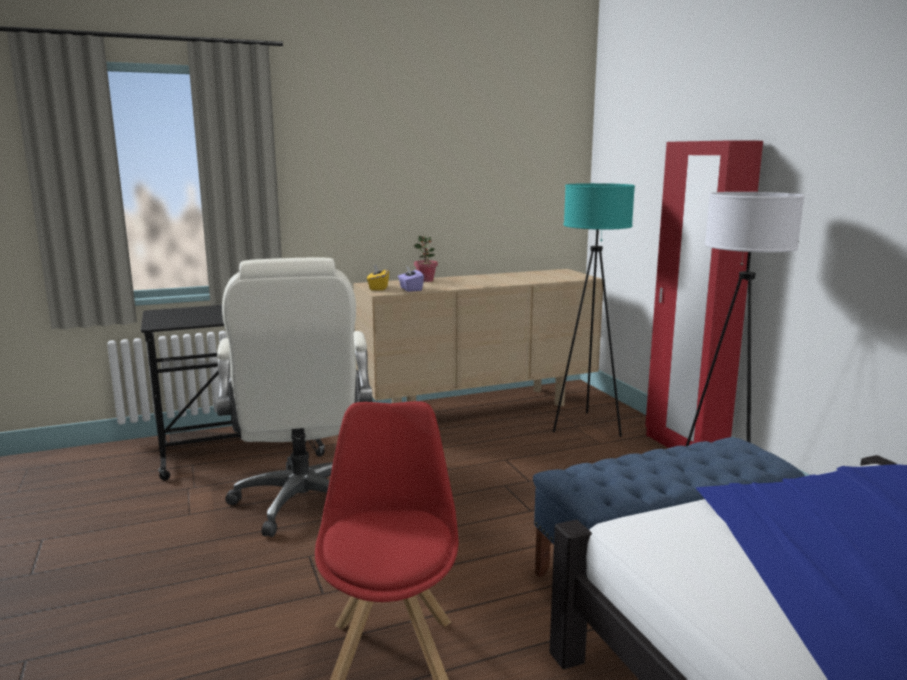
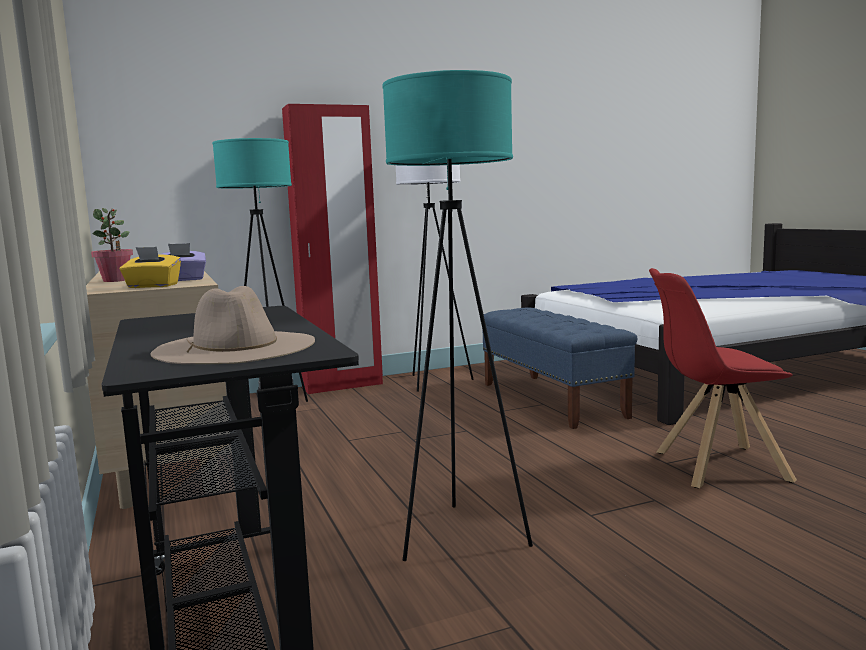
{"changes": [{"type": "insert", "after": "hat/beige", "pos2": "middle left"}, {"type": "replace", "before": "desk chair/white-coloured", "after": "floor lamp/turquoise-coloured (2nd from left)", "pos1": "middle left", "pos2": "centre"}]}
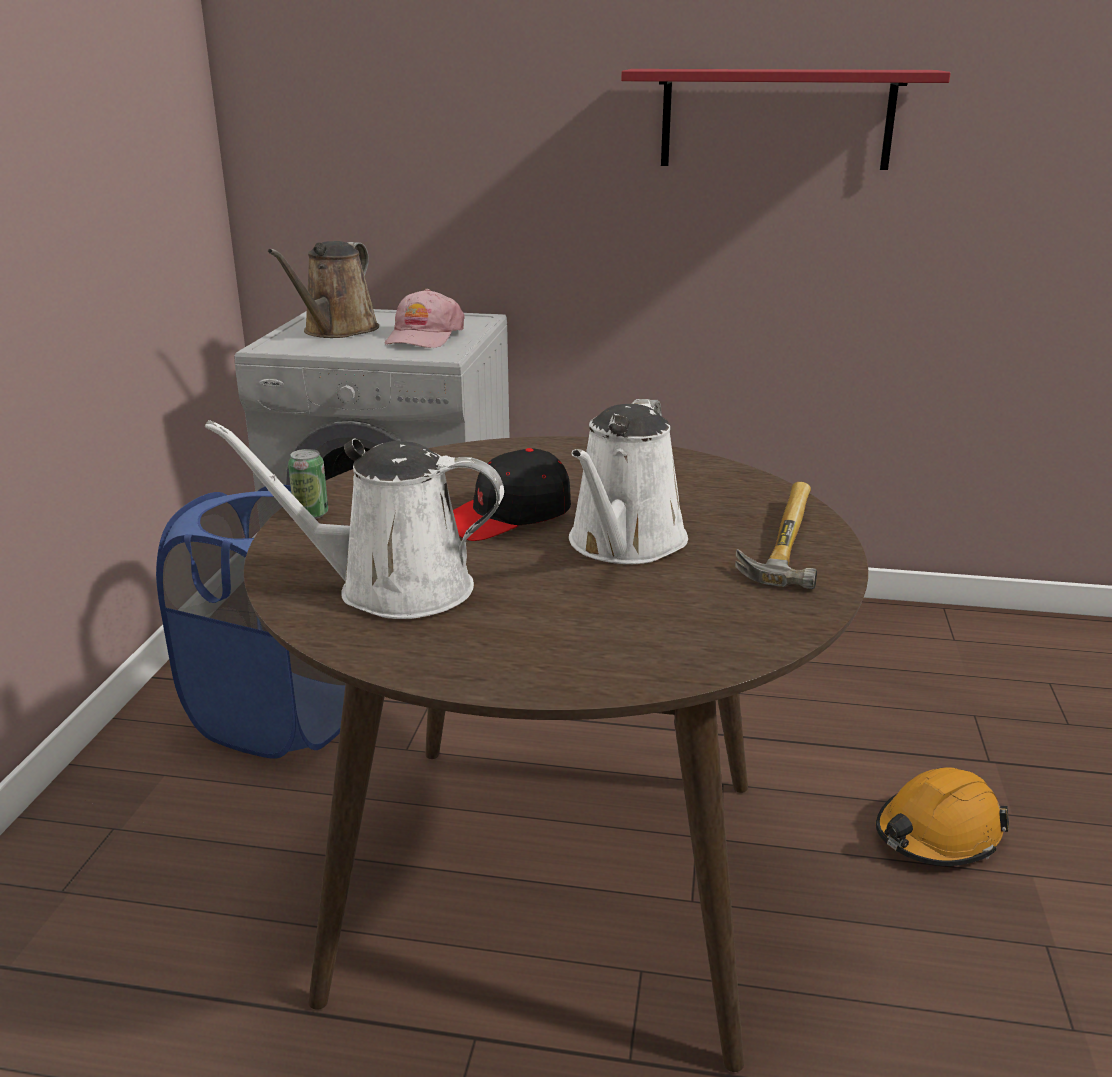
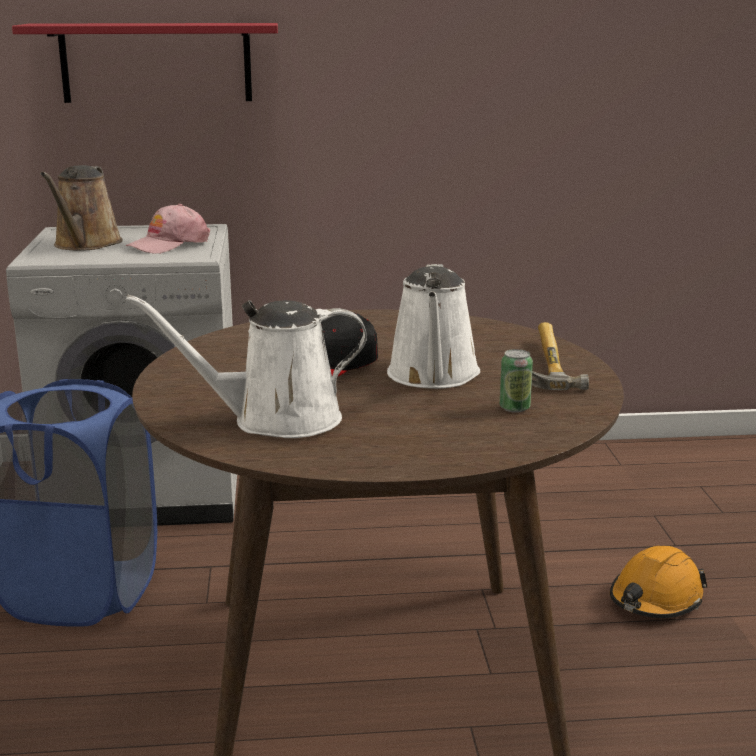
{"changes": [{"type": "move", "before": "metal can", "pos1": "middle left", "pos2": "middle right"}, {"type": "move", "before": "shelf/reddish", "pos1": "top right", "pos2": "top left"}, {"type": "rotate", "before": "baseball cap/pinkish", "pos1": "top centre", "pos2": "top left", "turn": 45}]}
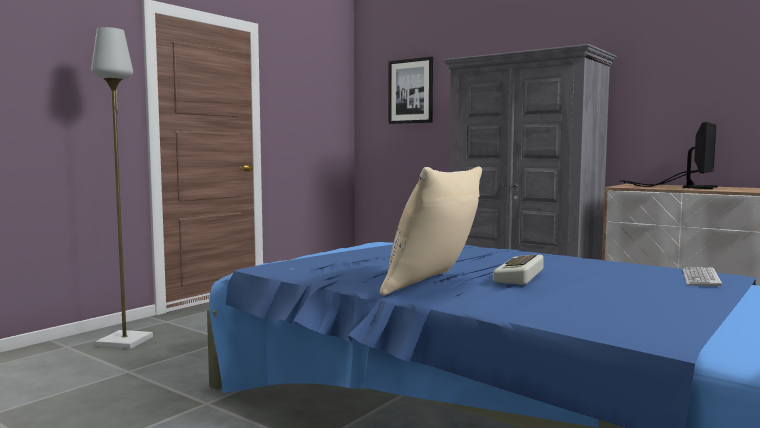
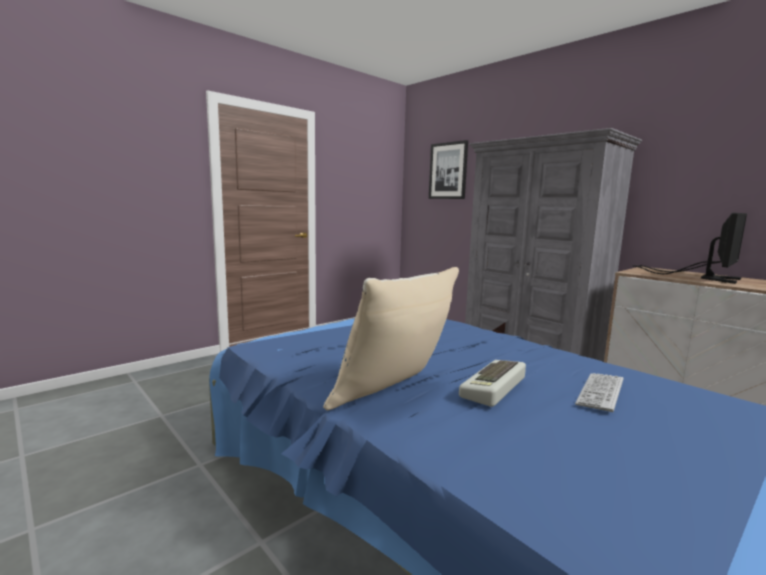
{"changes": [{"type": "delete", "before": "floor lamp/gray", "pos1": "middle left"}, {"type": "move", "before": "computer keyboard (2nd from left)", "pos1": "middle right", "pos2": "bottom right"}]}
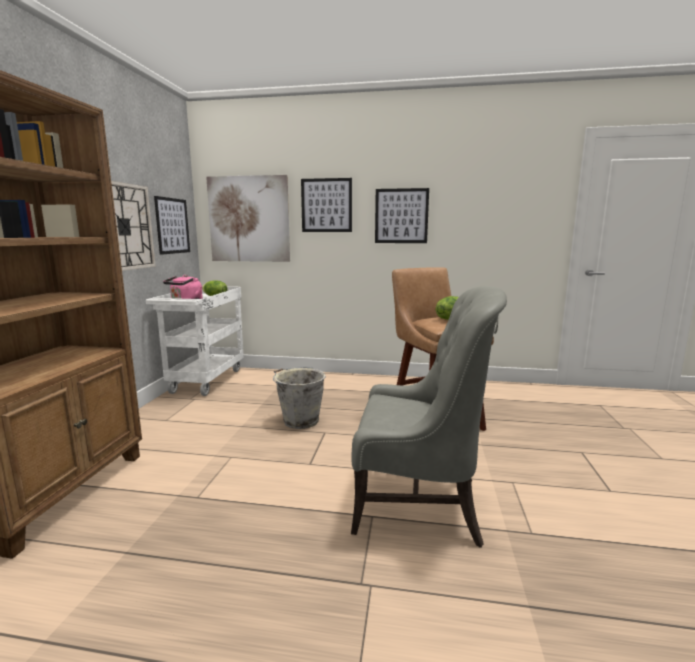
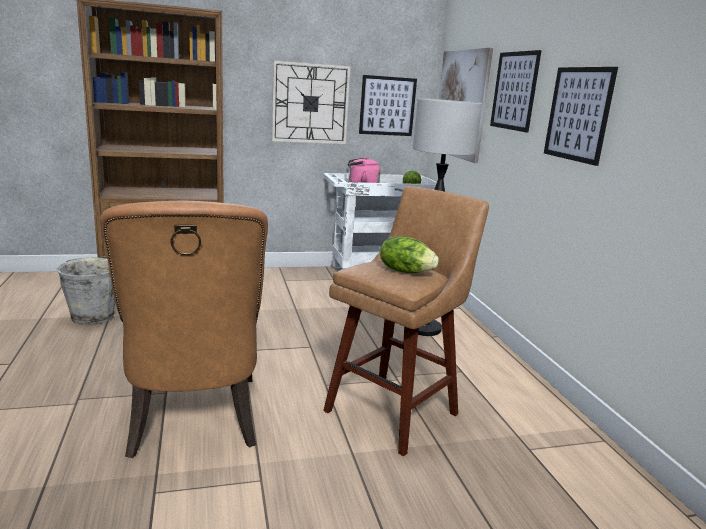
{"changes": [{"type": "insert", "after": "floor lamp", "pos2": "centre"}, {"type": "move", "before": "water bucket/gray", "pos1": "centre", "pos2": "middle left"}, {"type": "recolor", "before": "plain chair/gray", "after": "plain chair/brown-coloured", "pos1": "centre", "pos2": "middle left"}]}
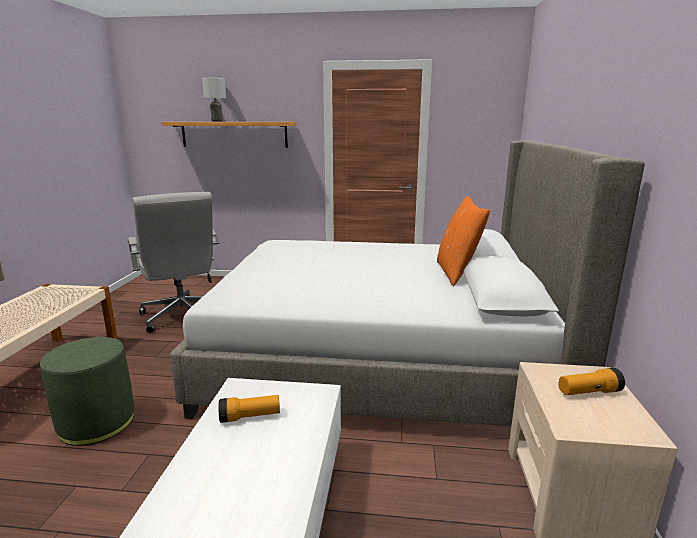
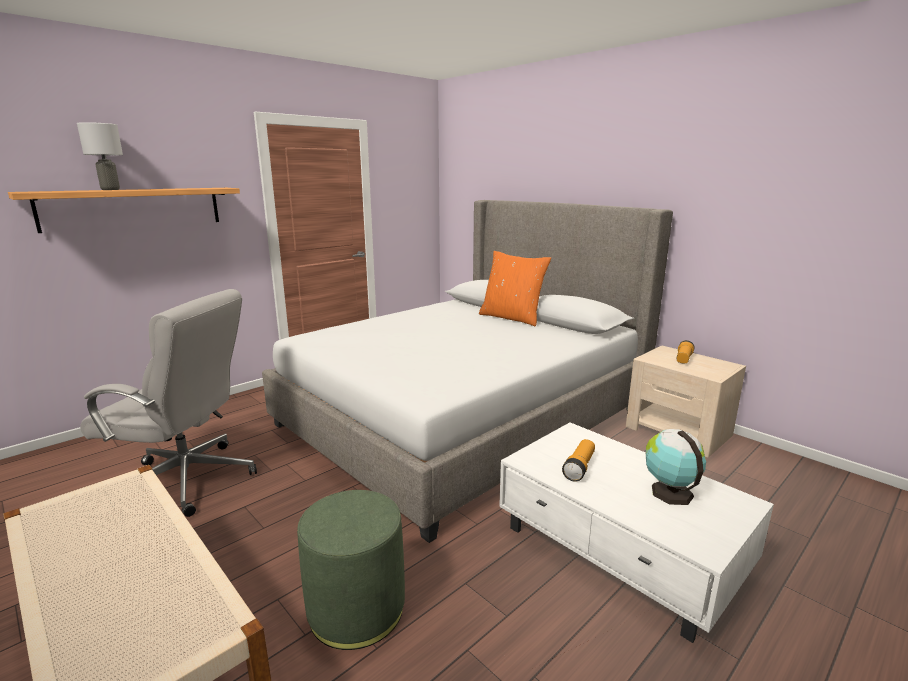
{"changes": [{"type": "insert", "after": "world globe", "pos2": "bottom right"}]}
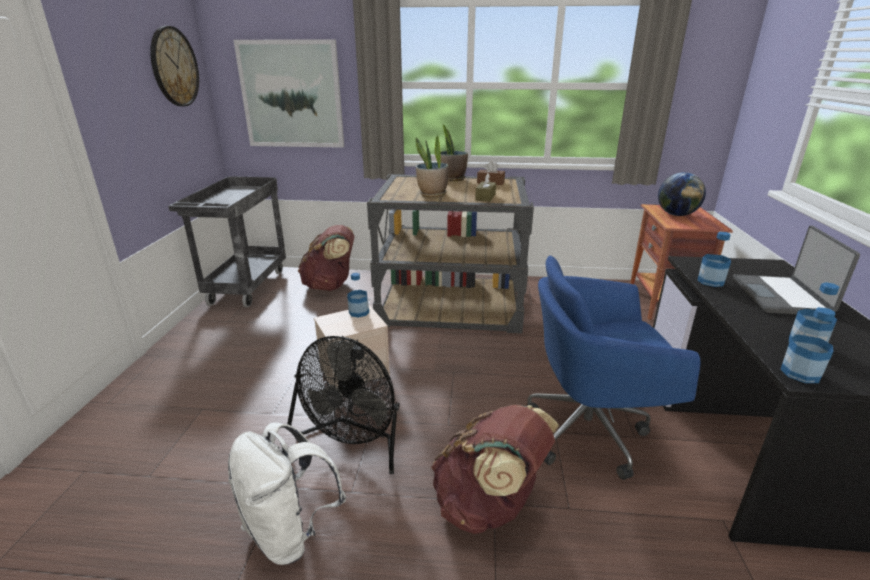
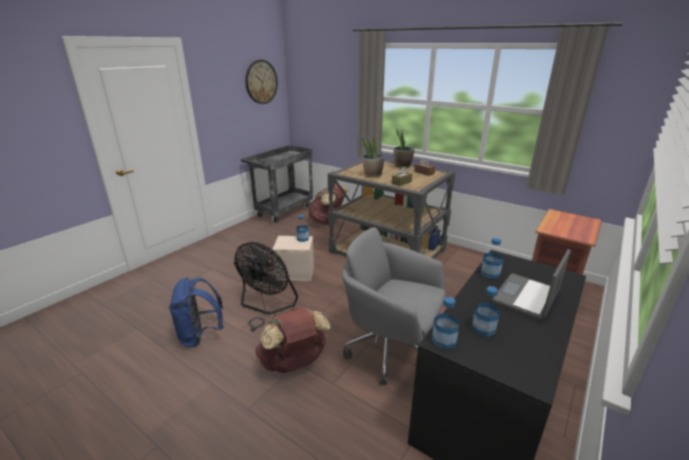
{"changes": [{"type": "delete", "before": "picture", "pos1": "top left"}, {"type": "delete", "before": "world globe", "pos1": "middle right"}, {"type": "recolor", "before": "rucksack/white-coloured", "after": "rucksack/bluish", "pos1": "bottom left", "pos2": "bottom left"}, {"type": "recolor", "before": "desk chair/bluish", "after": "desk chair/gray", "pos1": "middle right", "pos2": "centre"}, {"type": "rotate", "before": "electric fan/blackish", "pos1": "bottom centre", "pos2": "centre", "turn": 150}]}
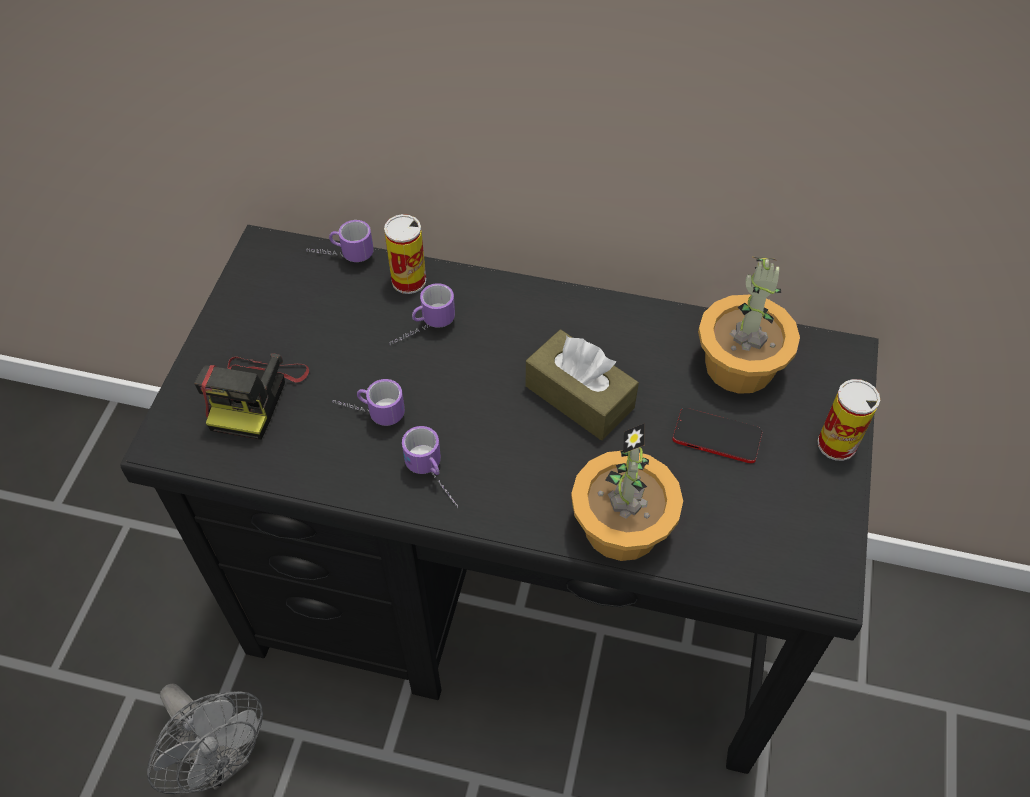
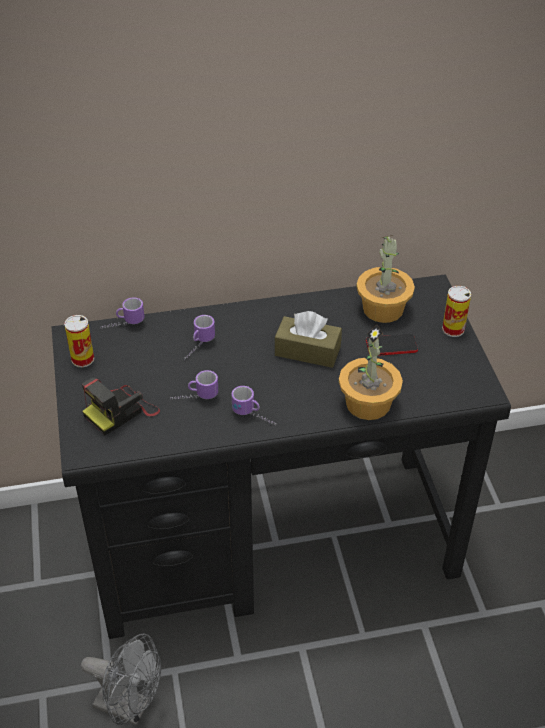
{"changes": [{"type": "move", "before": "metal can (1st from left)", "pos1": "top centre", "pos2": "middle left"}, {"type": "rotate", "before": "still camera", "pos1": "middle left", "pos2": "middle left", "turn": 60}]}
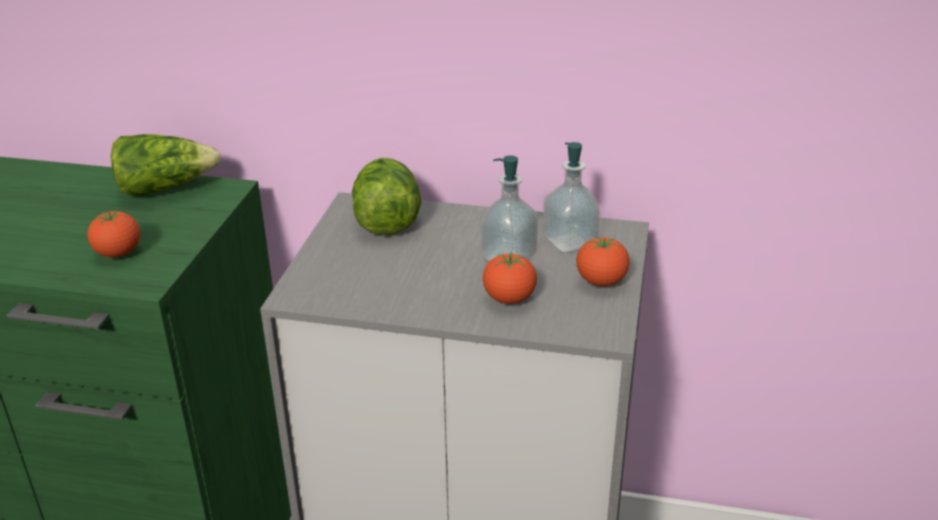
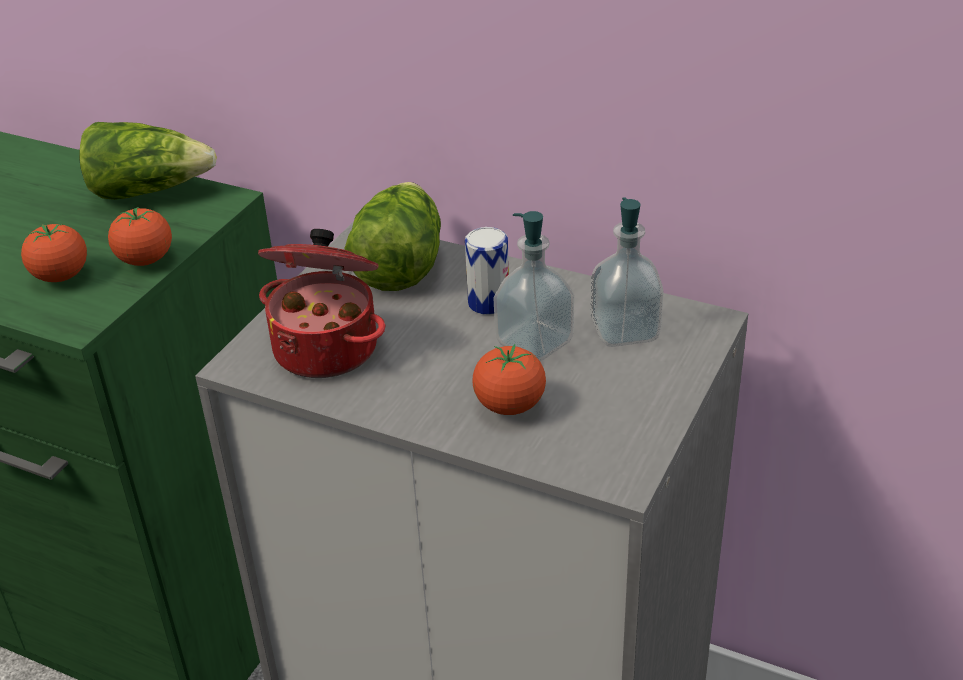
{"changes": [{"type": "insert", "after": "saucepot", "pos2": "centre"}, {"type": "insert", "after": "metal can", "pos2": "centre"}, {"type": "move", "before": "fresh tomato (3rd from left in the first image)", "after": "fresh tomato (2nd from left)", "pos1": "centre", "pos2": "middle left"}]}
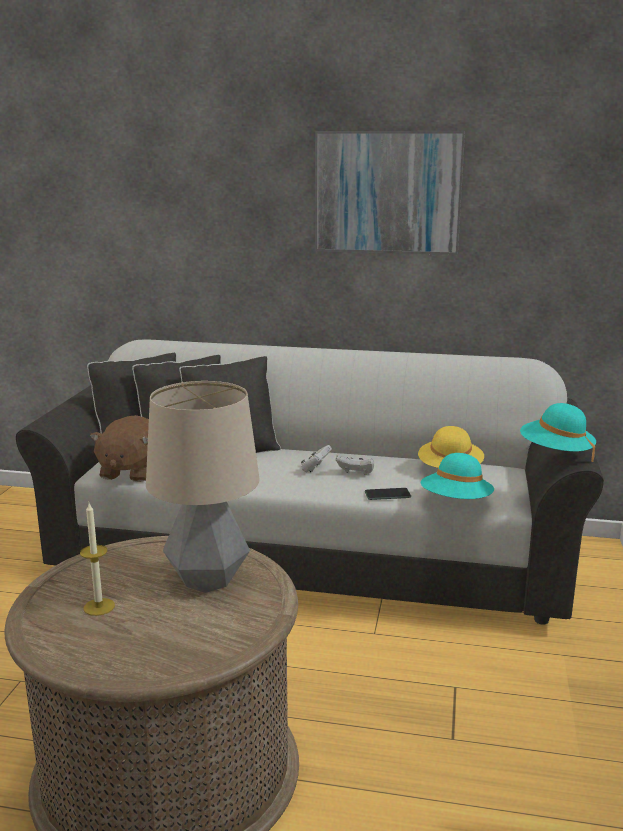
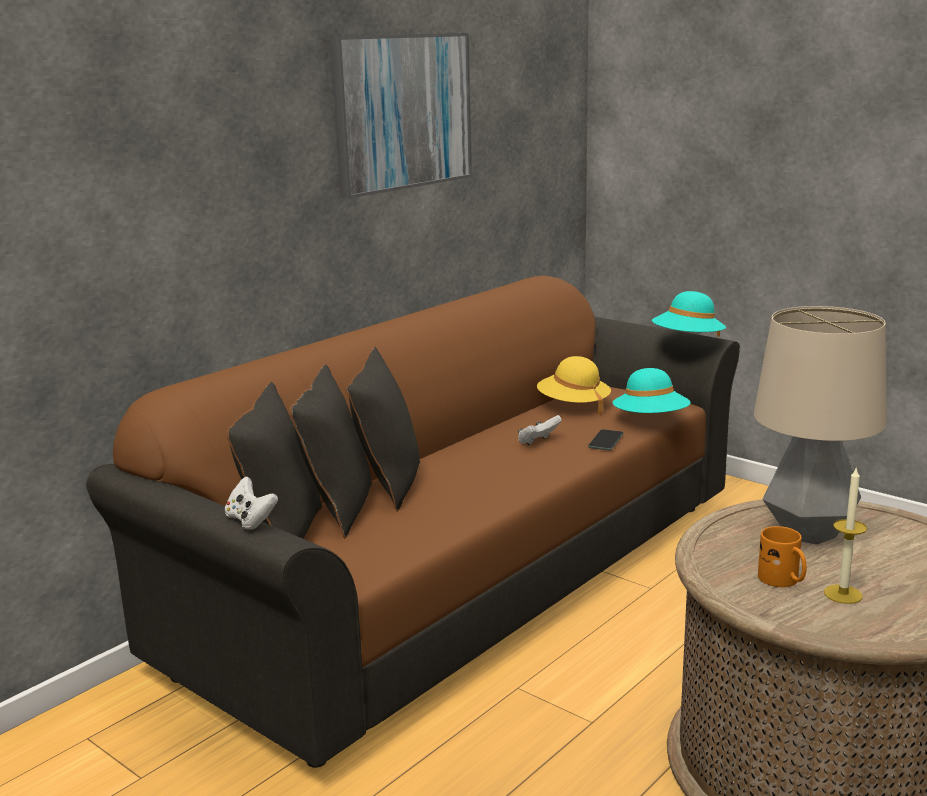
{"changes": [{"type": "delete", "before": "cuddly toy/brown-coloured", "pos1": "middle left"}, {"type": "insert", "after": "mug/orange-coloured", "pos2": "bottom right"}, {"type": "move", "before": "game controller/white-coloured (1st from left)", "pos1": "centre", "pos2": "middle left"}, {"type": "recolor", "before": "settee/white-coloured", "after": "settee/brown-coloured", "pos1": "centre", "pos2": "centre"}]}
